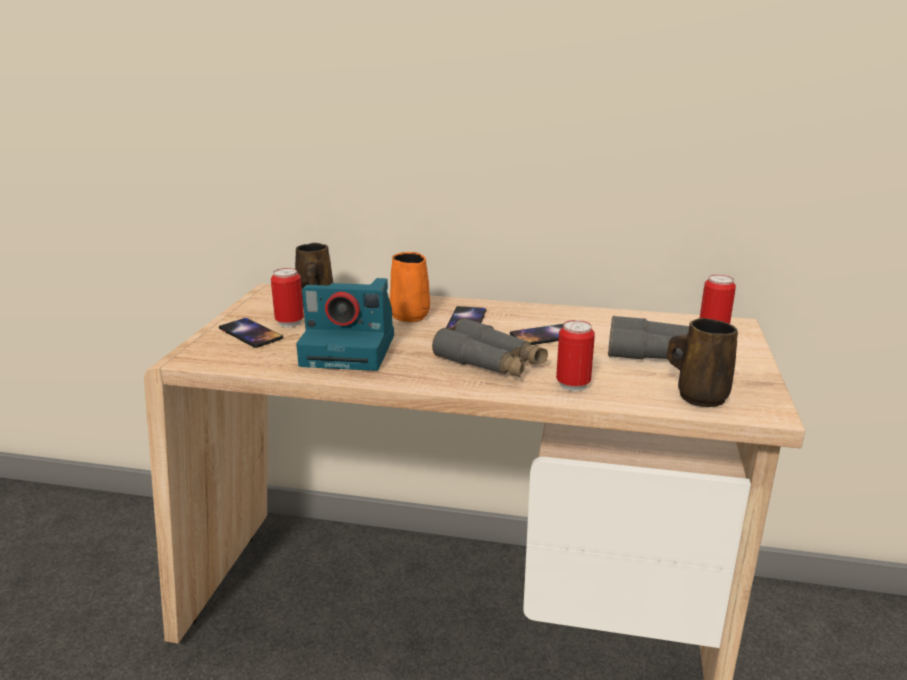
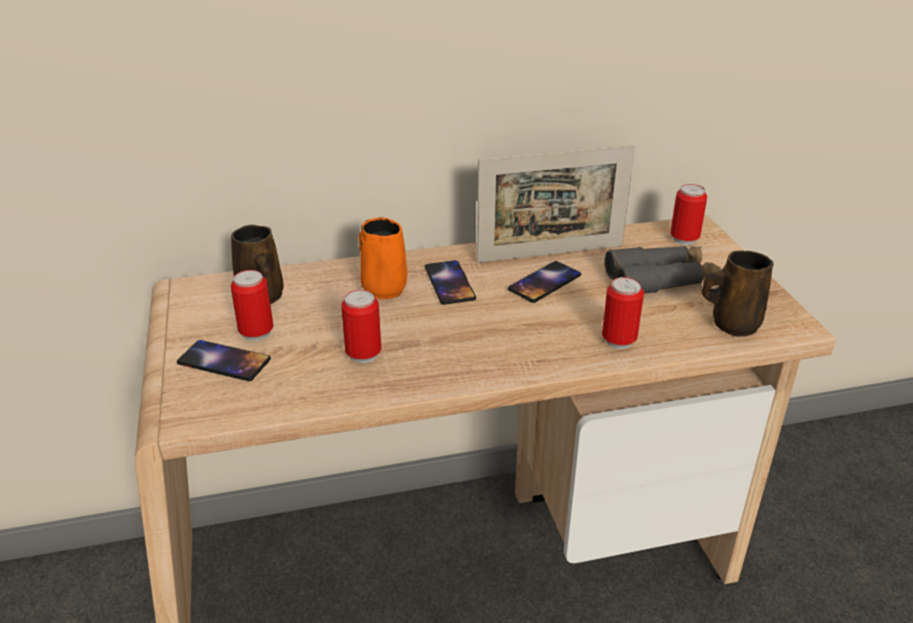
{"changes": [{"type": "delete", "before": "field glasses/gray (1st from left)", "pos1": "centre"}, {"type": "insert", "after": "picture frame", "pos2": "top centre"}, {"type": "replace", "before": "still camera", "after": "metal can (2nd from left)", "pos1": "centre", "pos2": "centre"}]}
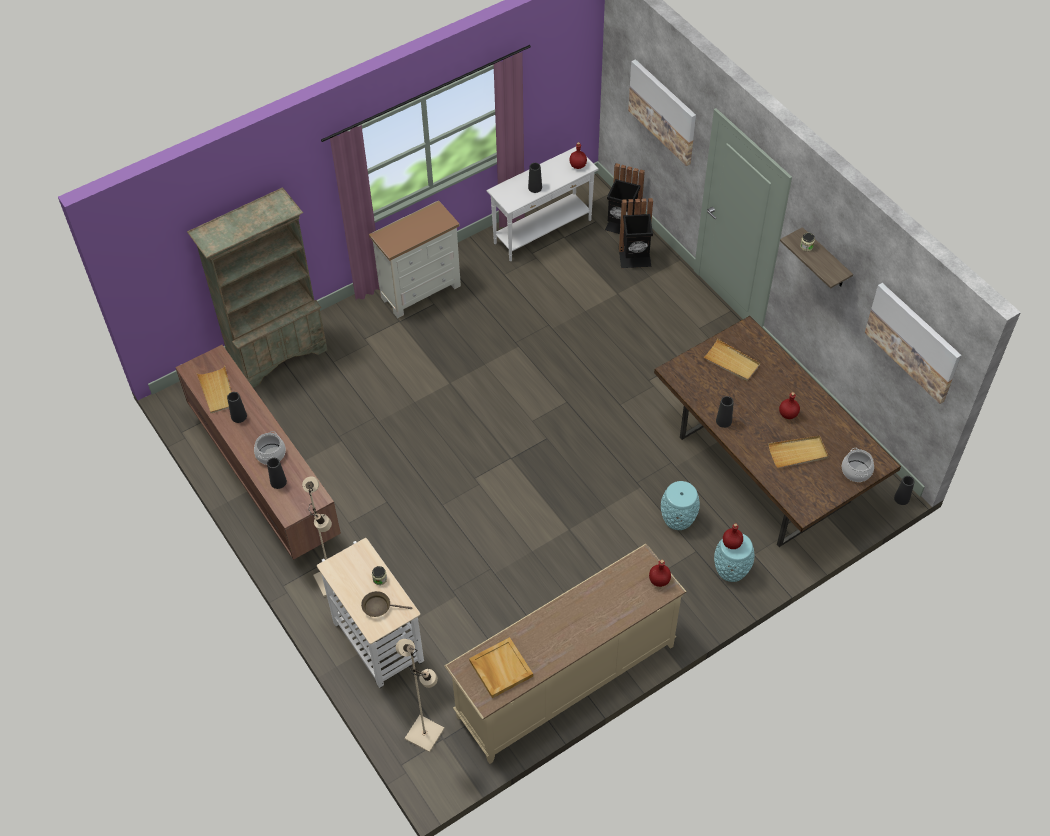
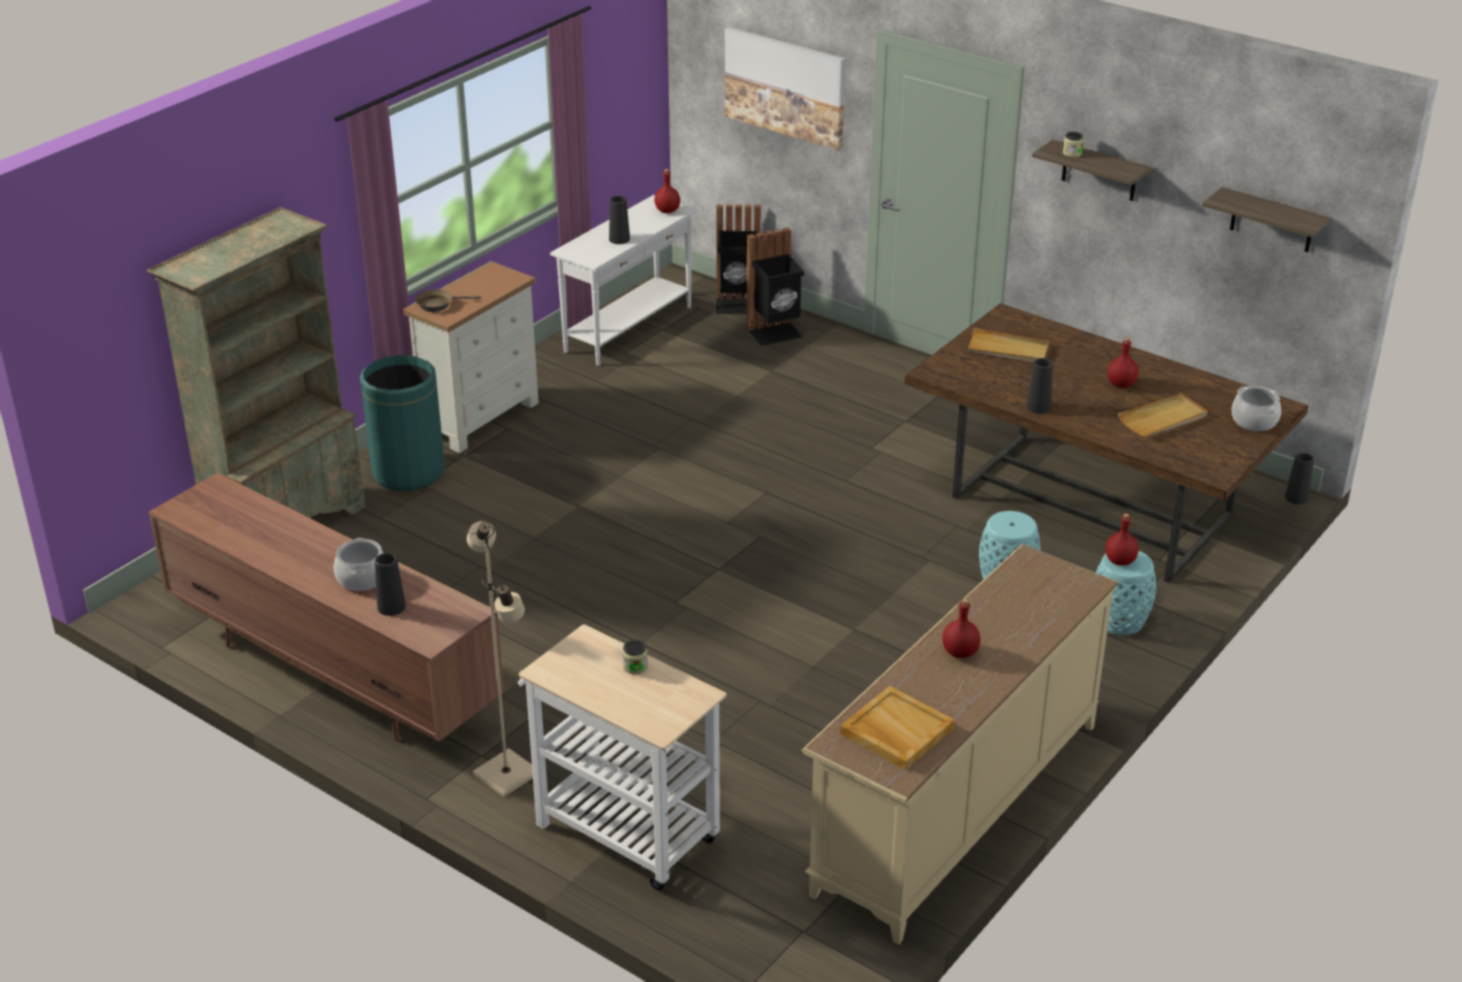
{"changes": [{"type": "delete", "before": "carrying tray/beige (1st from left)", "pos1": "middle left"}, {"type": "delete", "before": "flower vase/blackish (1st from left)", "pos1": "middle left"}, {"type": "delete", "before": "floor lamp/beige (2nd from left)", "pos1": "bottom centre"}, {"type": "insert", "after": "waste bin/green-coloured", "pos2": "middle left"}, {"type": "move", "before": "pan/brown-coloured", "pos1": "bottom centre", "pos2": "top left"}, {"type": "move", "before": "drink bottle/reddish (2nd from left)", "pos1": "bottom centre", "pos2": "centre"}, {"type": "replace", "before": "picture (2nd from left)", "after": "shelf (2nd from left)", "pos1": "middle right", "pos2": "top right"}]}
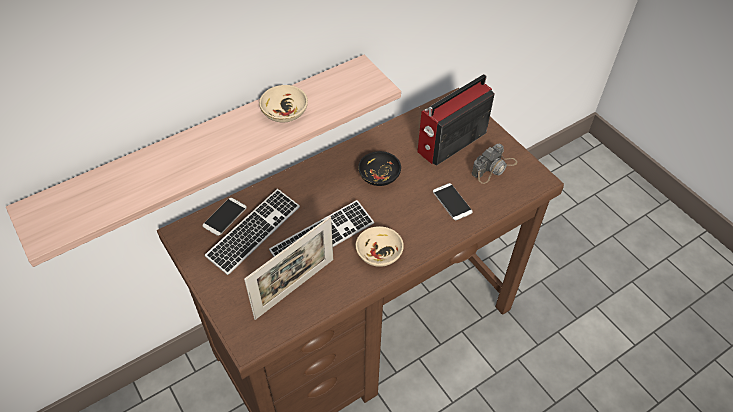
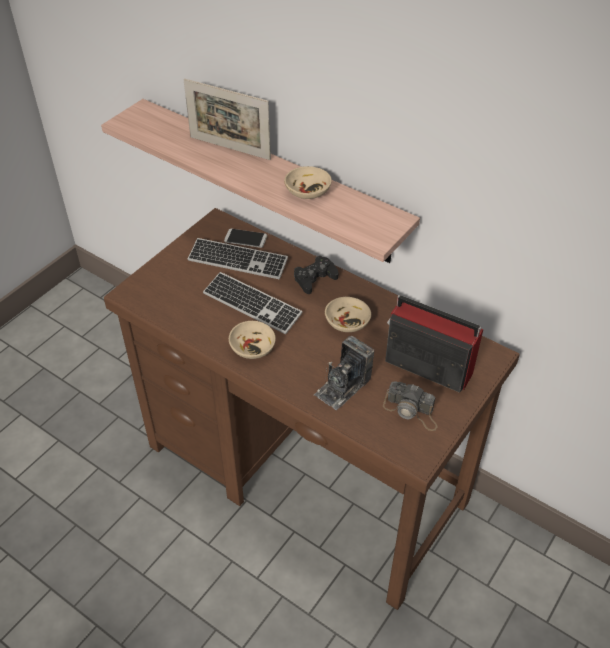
{"changes": [{"type": "insert", "after": "game controller/blackish", "pos2": "centre"}, {"type": "move", "before": "picture frame", "pos1": "centre", "pos2": "top centre"}, {"type": "replace", "before": "phone (2nd from left)", "after": "still camera (1st from left)", "pos1": "centre", "pos2": "centre"}, {"type": "recolor", "before": "deep dish/blackish", "after": "deep dish/beige (3rd from left)", "pos1": "centre", "pos2": "centre"}]}
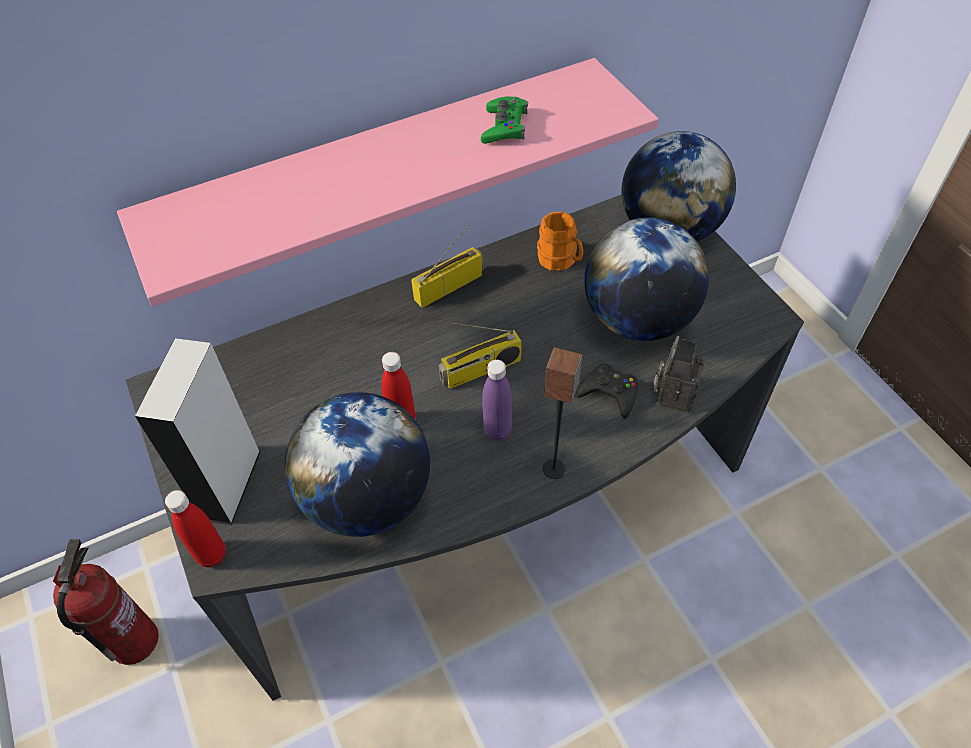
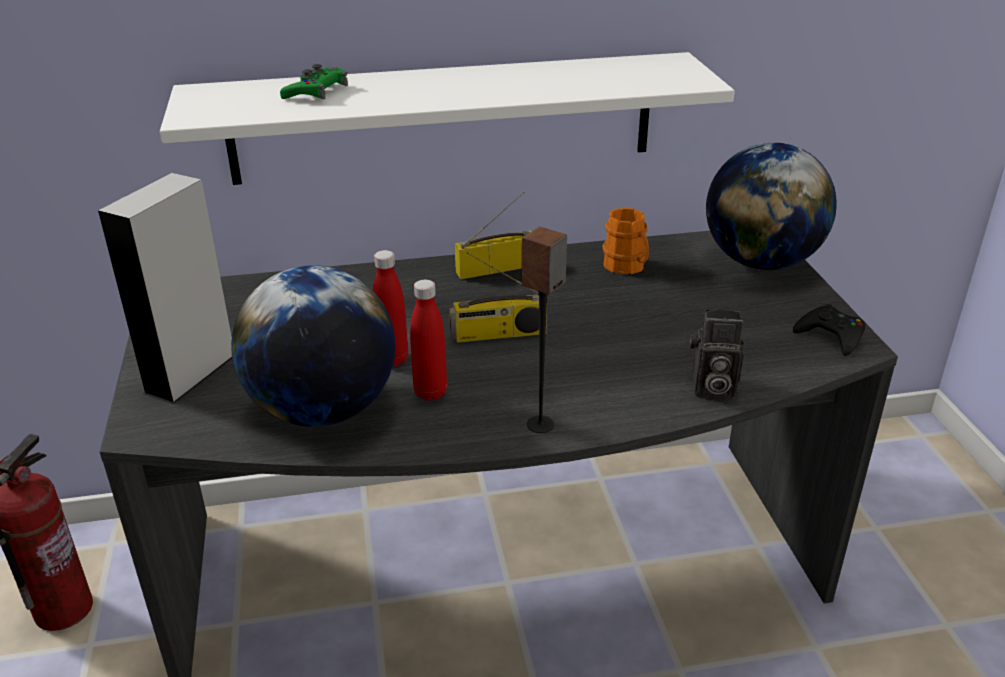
{"changes": [{"type": "delete", "before": "drink bottle/purple", "pos1": "centre"}, {"type": "delete", "before": "world globe (2nd from left)", "pos1": "centre"}, {"type": "move", "before": "drink bottle/reddish (1st from left in the first image)", "after": "drink bottle/reddish (2nd from left)", "pos1": "bottom left", "pos2": "centre"}, {"type": "move", "before": "game controller/green-coloured", "pos1": "top centre", "pos2": "top left"}, {"type": "move", "before": "game controller/blackish", "pos1": "centre", "pos2": "middle right"}, {"type": "recolor", "before": "shelf/pinkish", "after": "shelf/white-coloured", "pos1": "top centre", "pos2": "top centre"}, {"type": "rotate", "before": "still camera", "pos1": "middle right", "pos2": "middle right", "turn": -120}]}
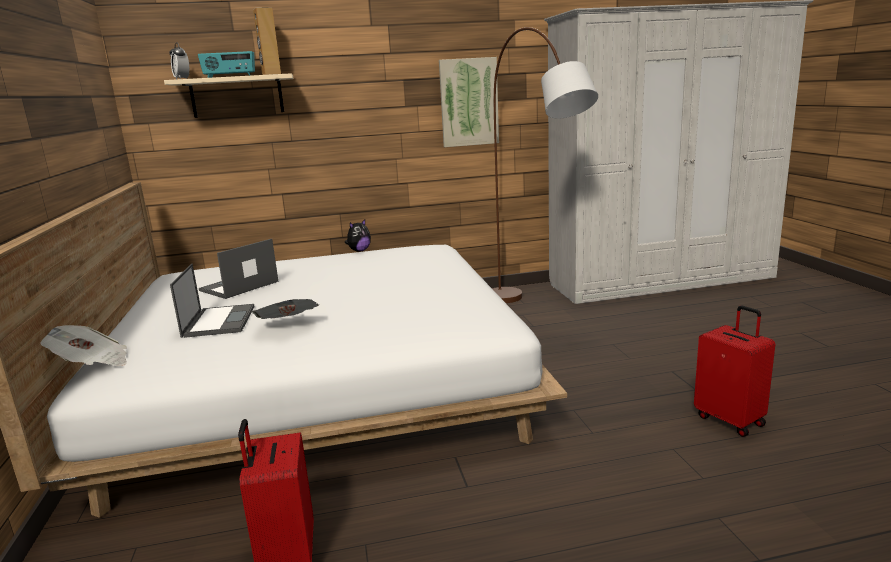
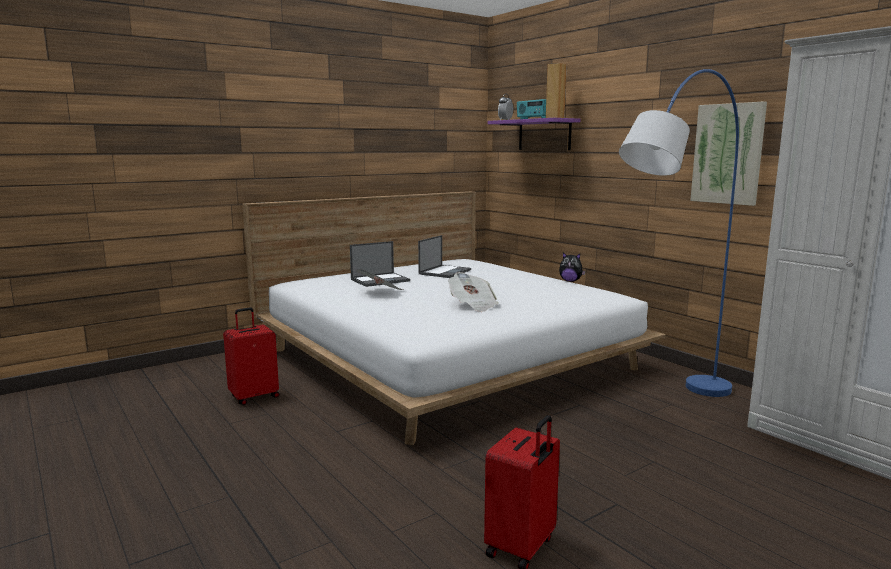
{"changes": [{"type": "move", "before": "printed paper (1st from left in the first image)", "after": "printed paper (2nd from left)", "pos1": "middle left", "pos2": "centre"}, {"type": "recolor", "before": "shelf/beige", "after": "shelf/purple", "pos1": "top left", "pos2": "top centre"}, {"type": "recolor", "before": "floor lamp/brown-coloured", "after": "floor lamp/bluish", "pos1": "top centre", "pos2": "middle right"}, {"type": "rotate", "before": "portable computer (2nd from left)", "pos1": "middle left", "pos2": "centre", "turn": 105}]}
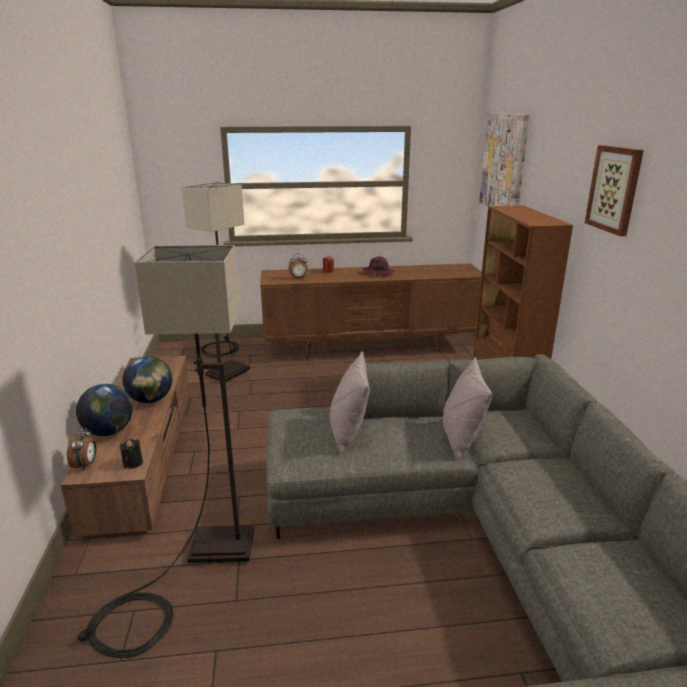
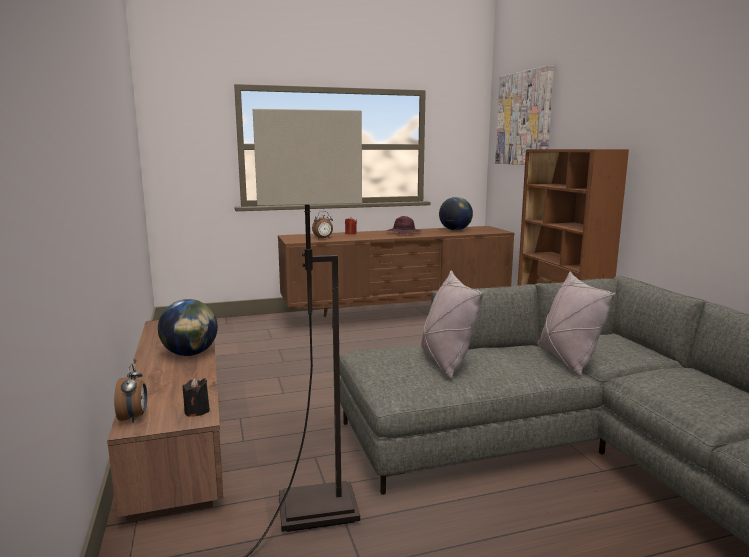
{"changes": [{"type": "delete", "before": "floor lamp (2nd from left)", "pos1": "middle left"}, {"type": "delete", "before": "picture (2nd from left)", "pos1": "top right"}, {"type": "move", "before": "world globe (1st from left in the first image)", "after": "world globe (2nd from left)", "pos1": "middle left", "pos2": "centre"}]}
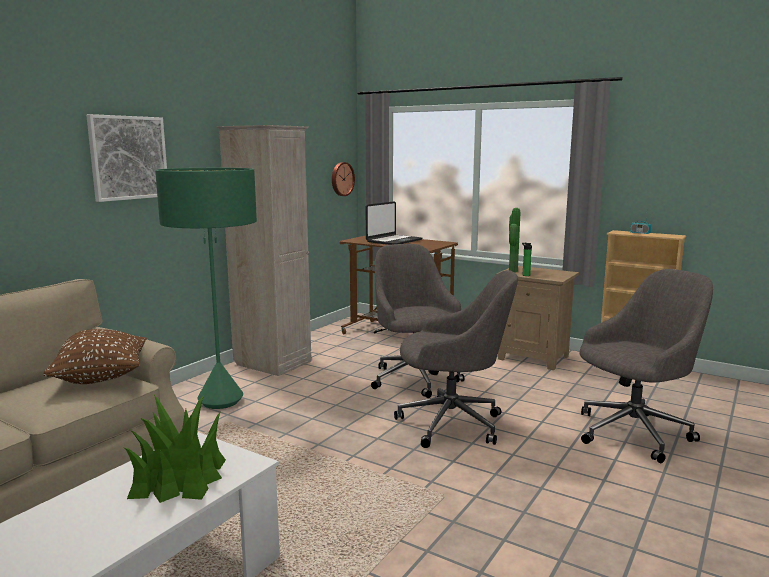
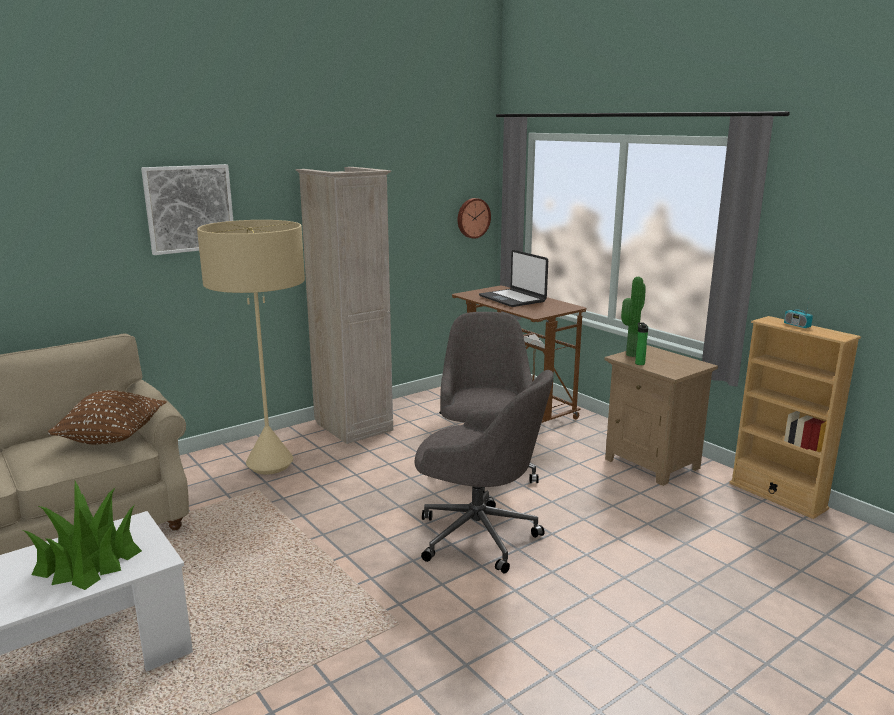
{"changes": [{"type": "delete", "before": "desk chair/gray (3rd from left)", "pos1": "middle right"}, {"type": "recolor", "before": "floor lamp/green-coloured", "after": "floor lamp/beige", "pos1": "middle left", "pos2": "middle left"}, {"type": "rotate", "before": "portable computer", "pos1": "centre", "pos2": "centre", "turn": 90}]}
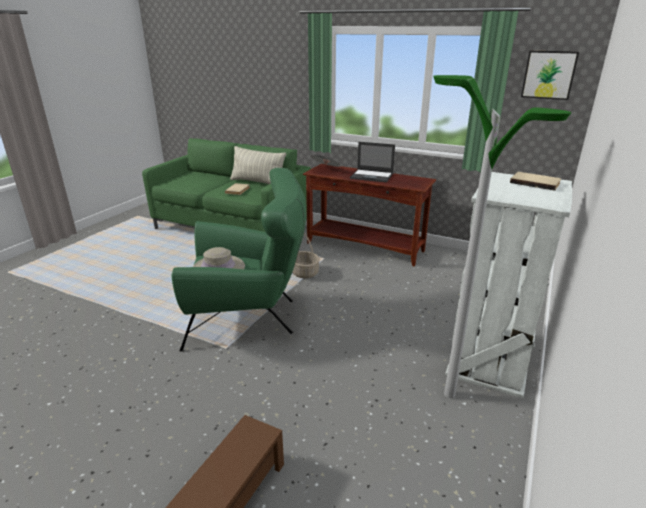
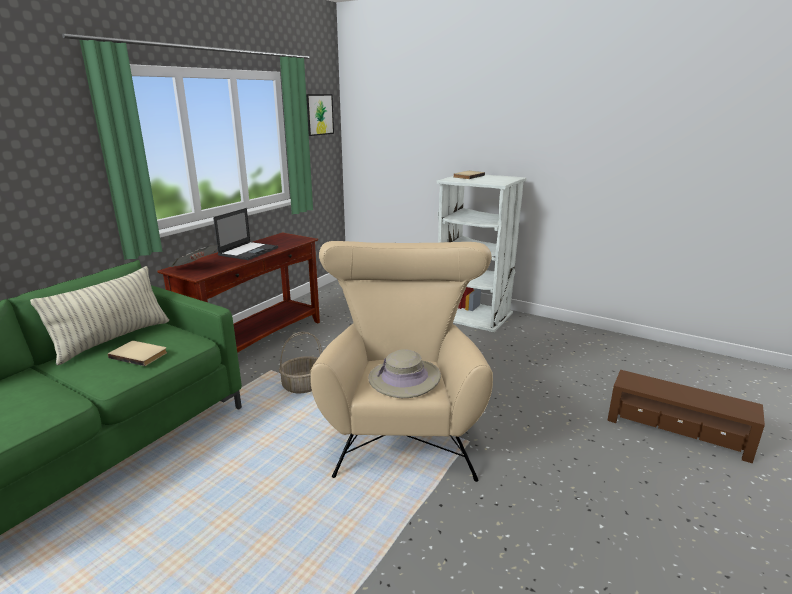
{"changes": [{"type": "delete", "before": "floor lamp", "pos1": "middle right"}, {"type": "recolor", "before": "armchair/green-coloured", "after": "armchair/beige", "pos1": "centre", "pos2": "centre"}]}
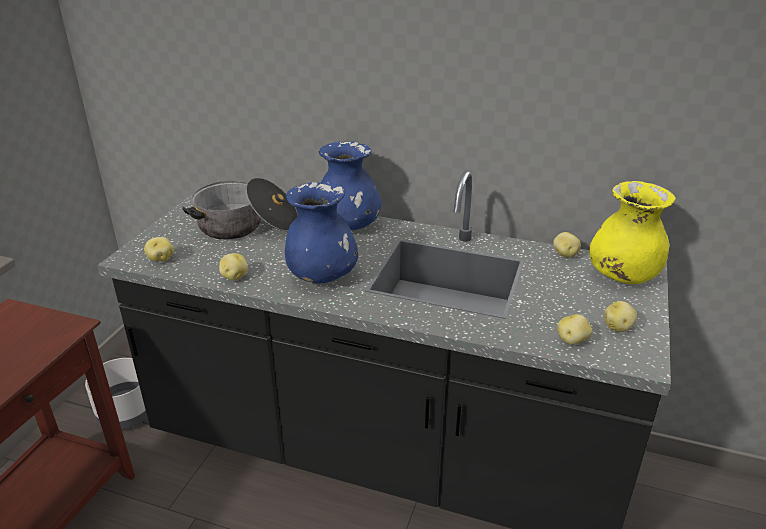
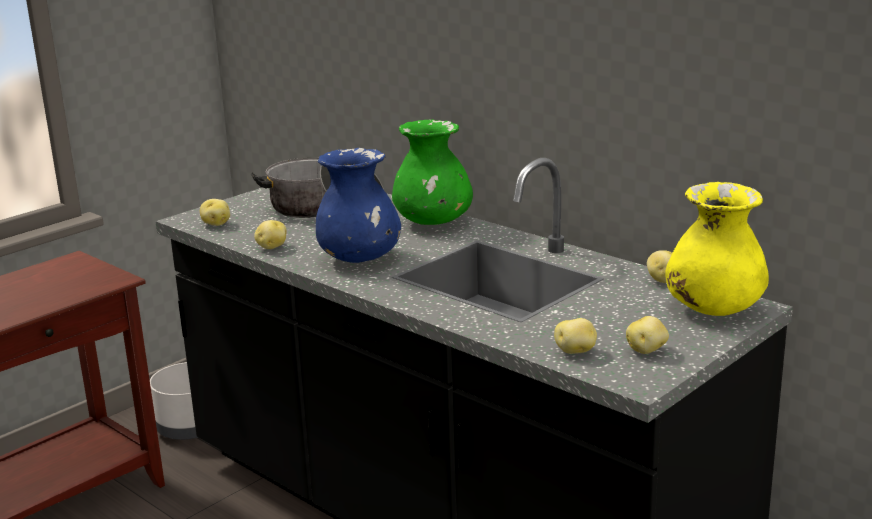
{"changes": [{"type": "recolor", "before": "flower vase/bluish (2nd from left)", "after": "flower vase/green-coloured", "pos1": "centre", "pos2": "top centre"}]}
